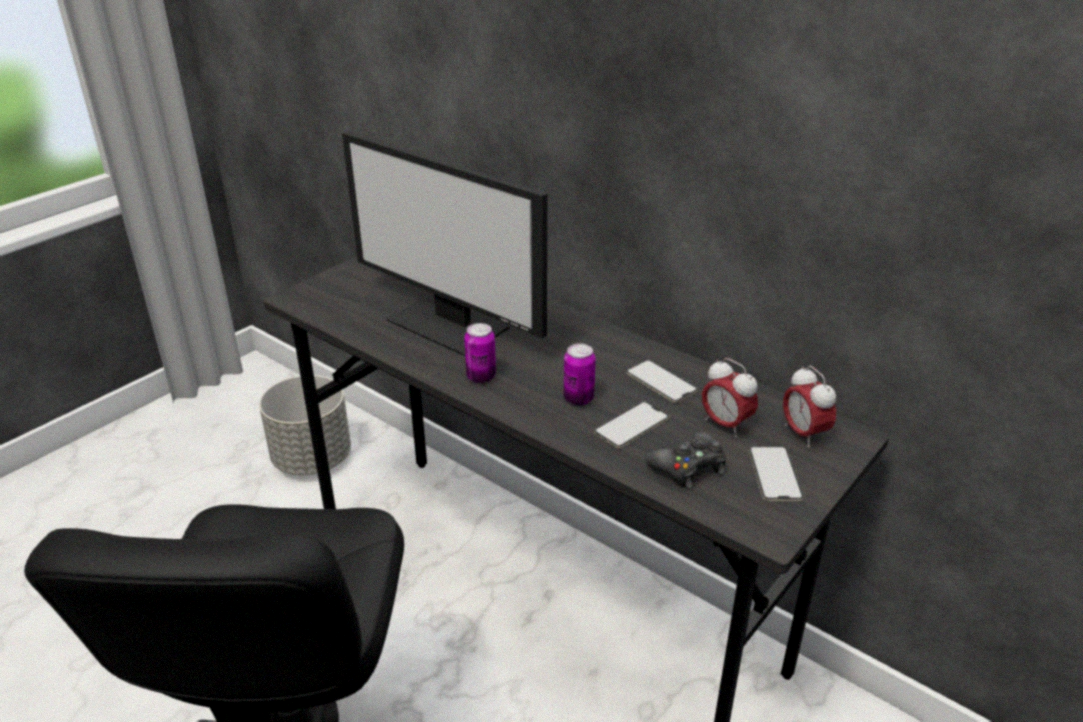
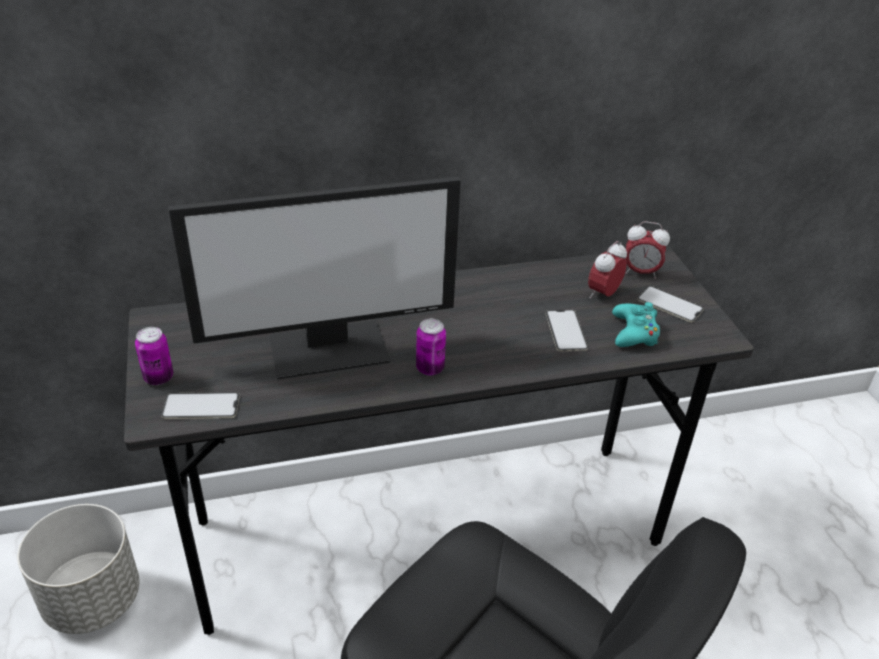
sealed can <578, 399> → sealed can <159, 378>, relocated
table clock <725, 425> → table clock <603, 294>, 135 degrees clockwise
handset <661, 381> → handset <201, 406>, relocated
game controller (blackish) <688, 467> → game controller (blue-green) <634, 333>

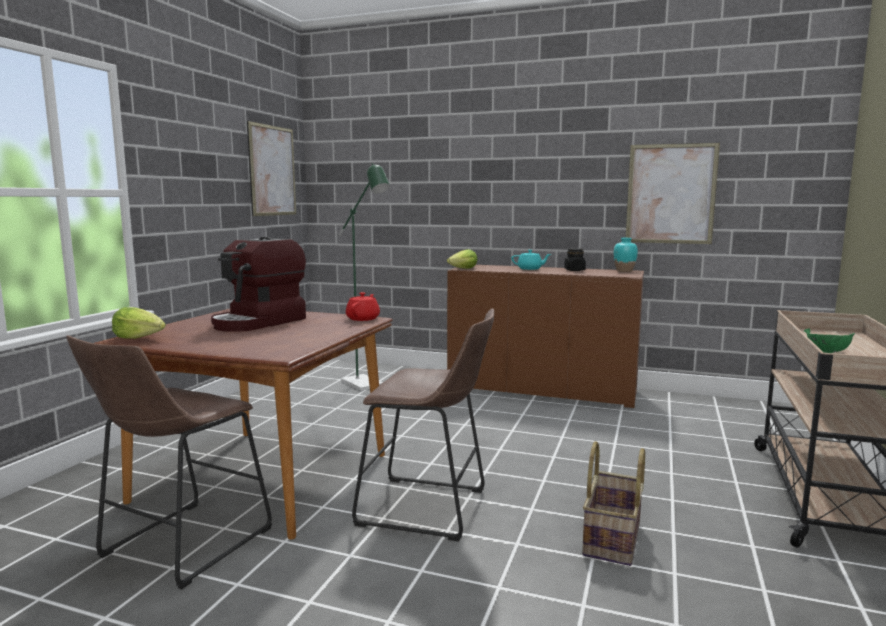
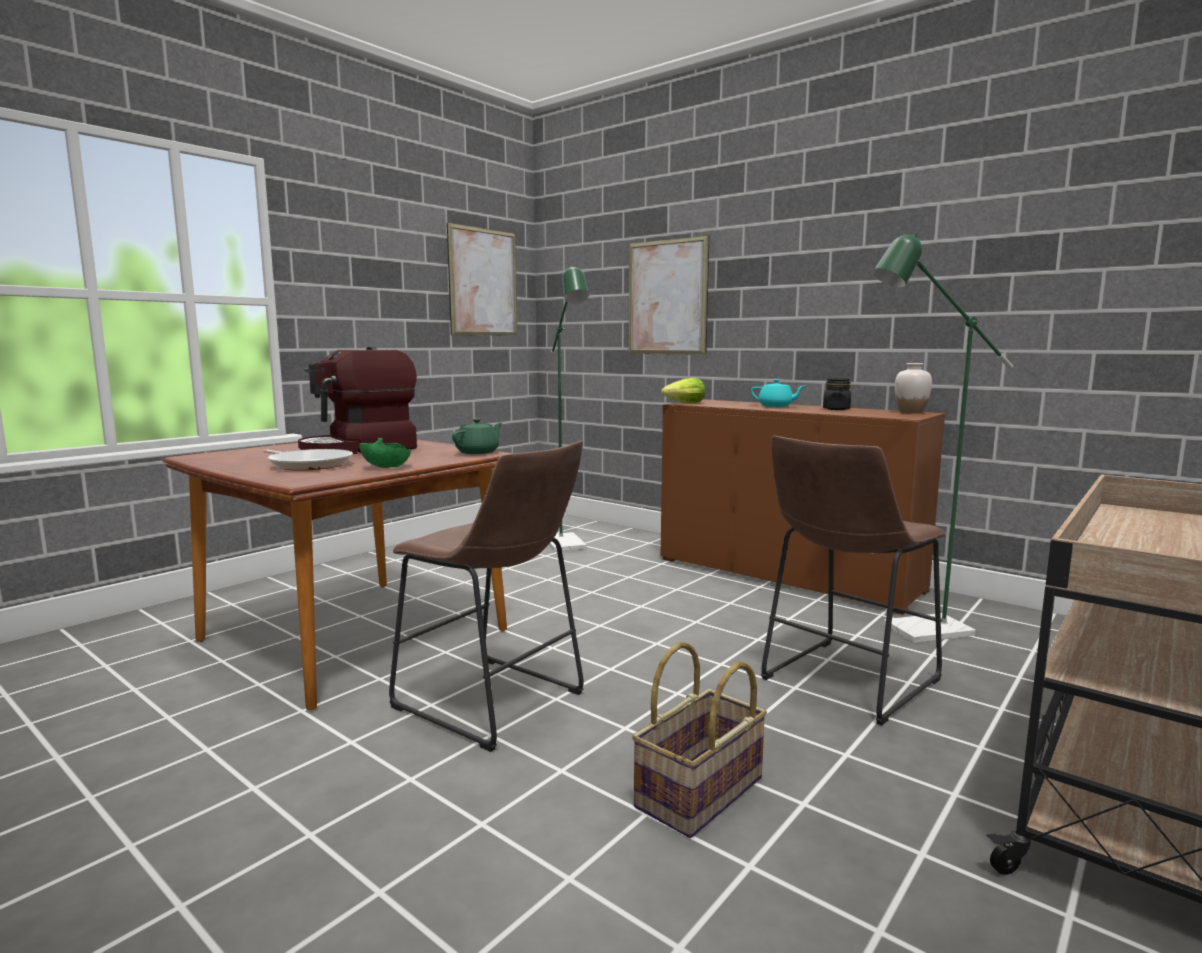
wall picture <670, 194> → wall picture <667, 297>, relocated
vase (blue-green) <624, 271> → vase (white) <910, 412>
teapot (reddish) <363, 318> → teapot (green) <478, 452>
lettuce head <140, 338> → -
bowl (green) <827, 352> → bowl (green) <387, 467>, relocated
stool seat (brown-coloured) <179, 546> → stool seat (brown-coloured) <844, 682>, relocated
- → standard lamp (green) <915, 632>
- → skillet <308, 464>

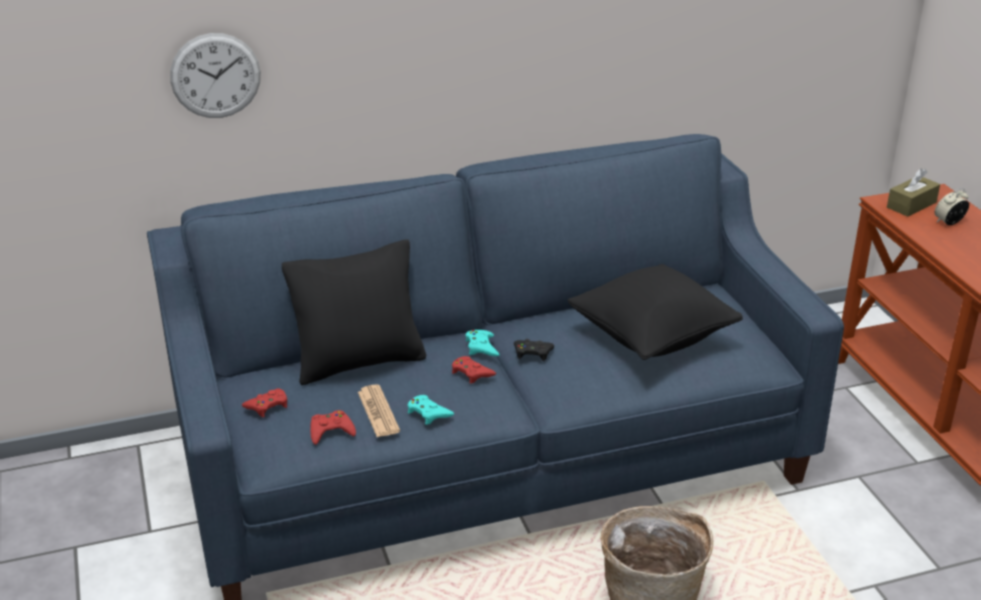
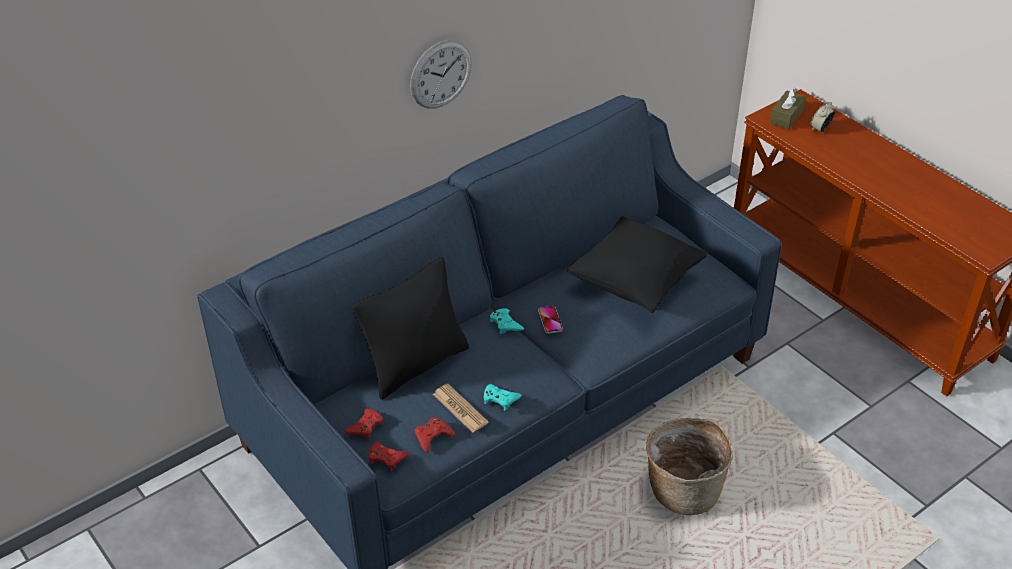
hanging clock <215, 76> → hanging clock <441, 74>, relocated
game controller (blackish) <532, 353> → handset <550, 320>
game controller (reddish) <471, 373> → game controller (reddish) <386, 458>, relocated

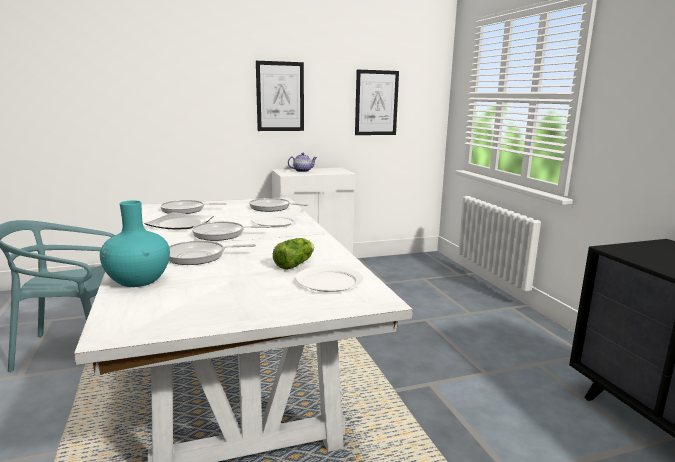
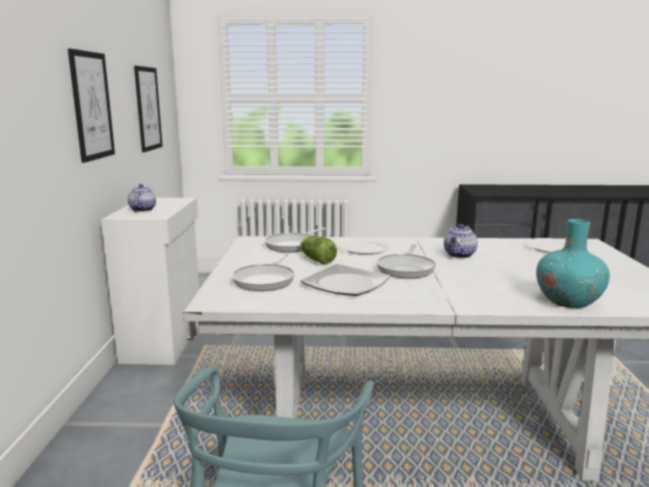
lettuce head <296, 264> → lettuce head <316, 259>, relocated
skillet <199, 256> → -
- → teapot <459, 255>

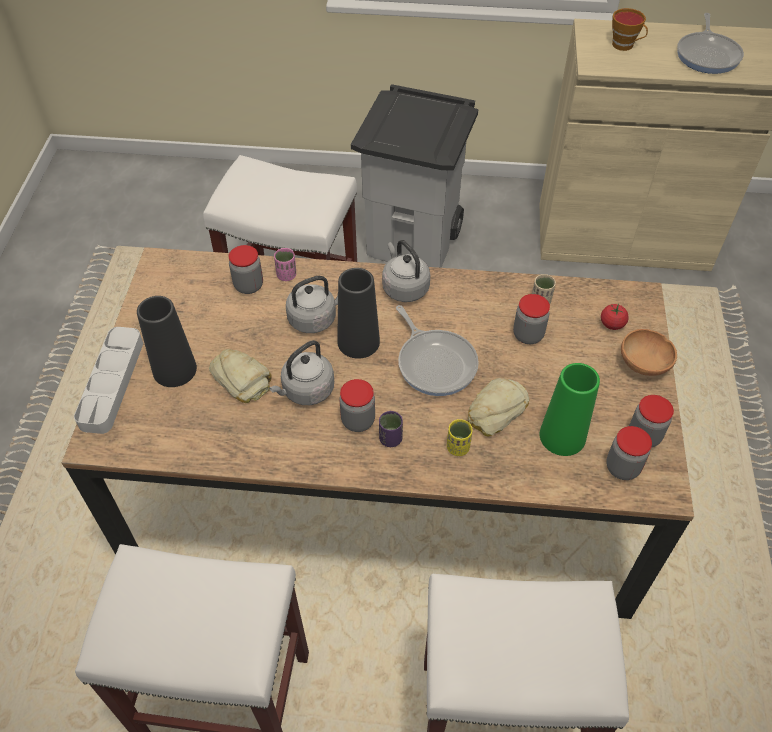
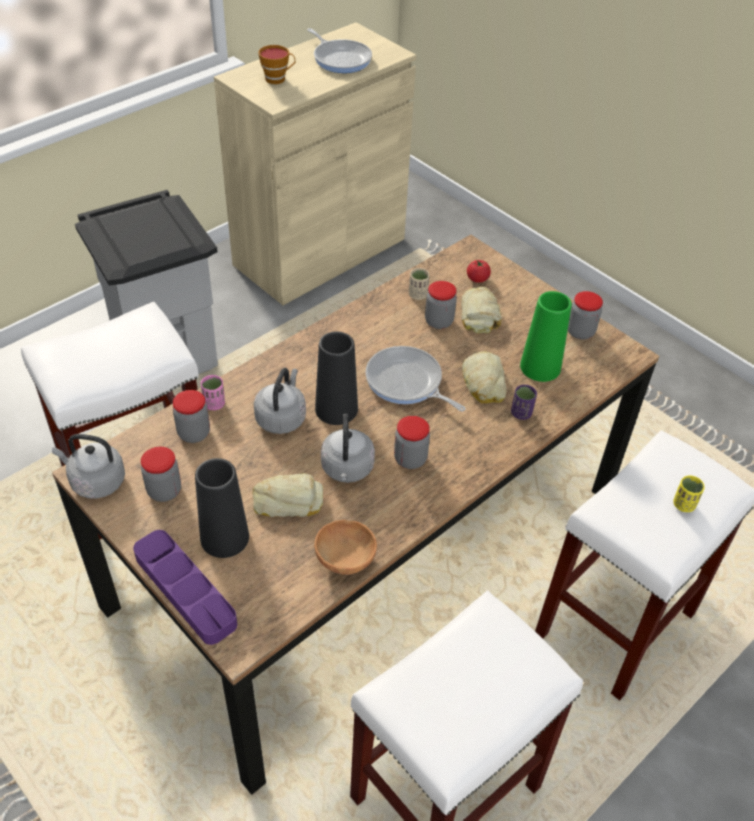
tea kettle (greyish) <404, 287> → tea kettle (greyish) <95, 481>, relocated
skillet <435, 363> → skillet <406, 383>, 150 degrees counterclockwise
tray (greyish) <112, 383> → tray (purple-coloured) <185, 590>
bowl (brown-coloured) <644, 364> → bowl (brown-coloured) <346, 558>, relocated
small cup (purple-coloured) <390, 439> → small cup (purple-coloured) <521, 413>, relocated
small cup (yellow) <458, 447> → small cup (yellow) <683, 504>, relocated
preserve jar <622, 467> → preserve jar <164, 491>, relocated
- → bread <480, 314>

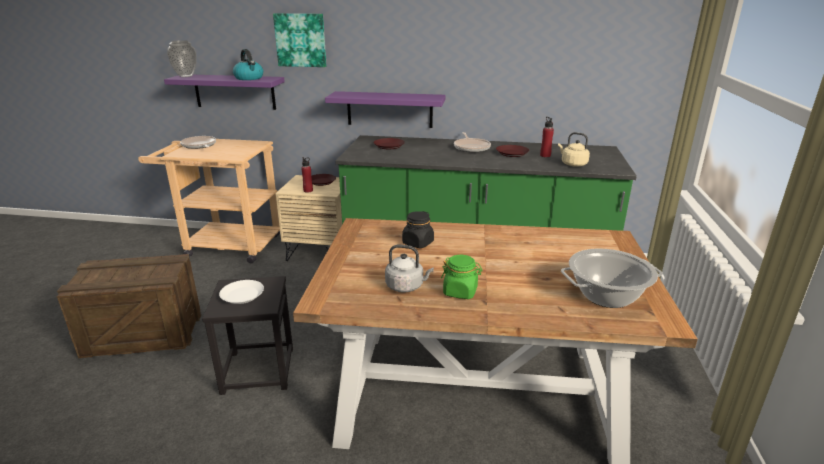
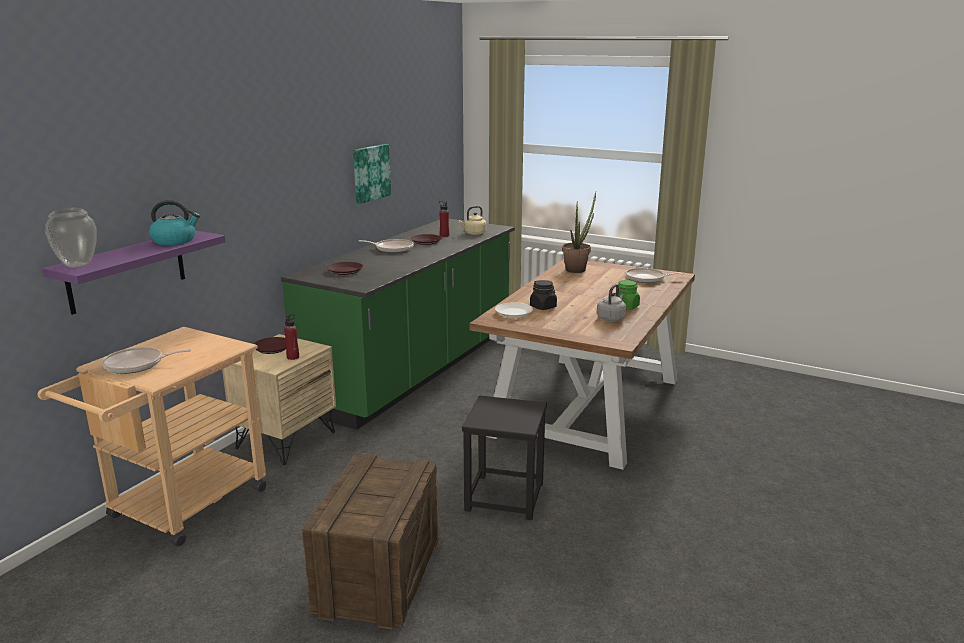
wall picture <301, 40> → wall picture <370, 173>, relocated
shelf (purple-coloured) <389, 109> → -
saucepot <606, 296> → skillet <647, 279>
dinner plate (white) <242, 295> → dinner plate (white) <514, 313>, relocated
- → plant in a pot <577, 269>

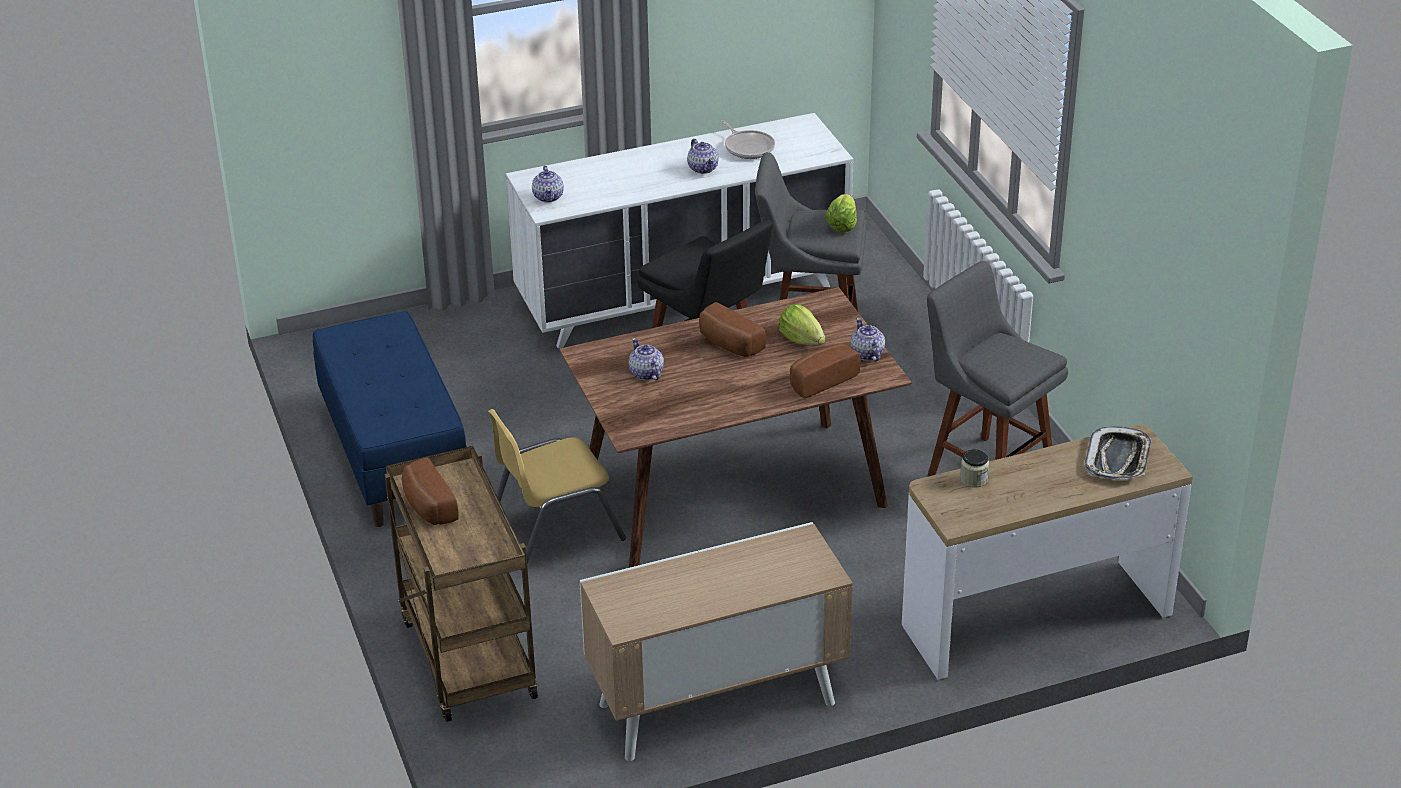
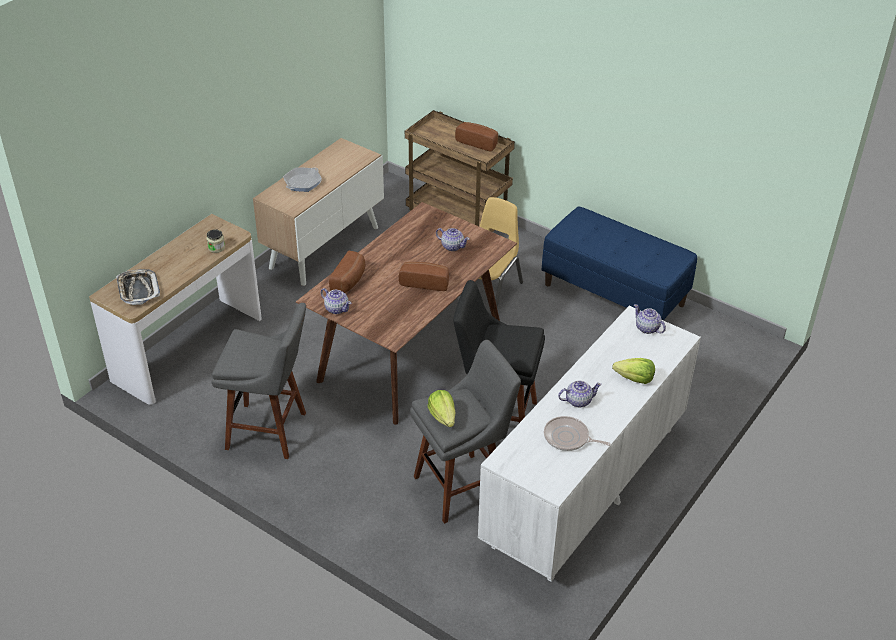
teapot <703, 168> → teapot <578, 401>, 135 degrees clockwise
lettuce head <802, 340> → lettuce head <634, 379>, relocated
- → skillet <302, 182>

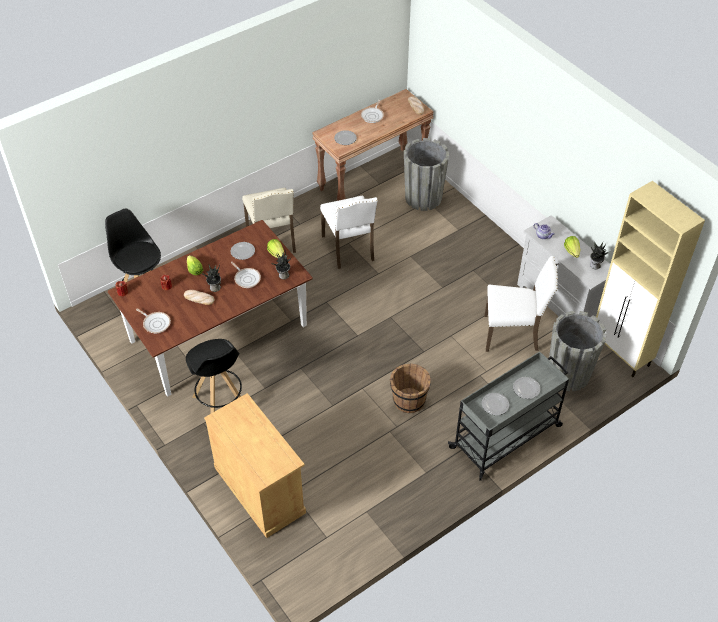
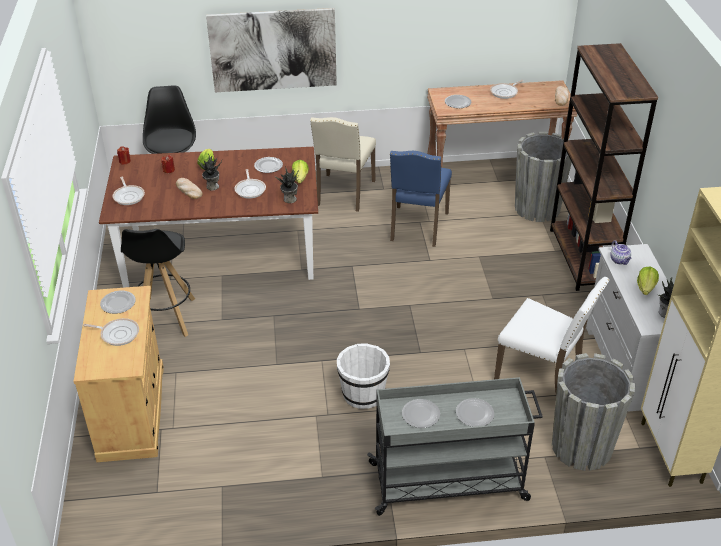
plain chair (white) <349, 248> → plain chair (blue-coloured) <417, 227>
bucket (brown-coloured) <409, 400> → bucket (white) <363, 394>
- → wall picture <273, 50>
- → shelving unit (brown-coloured) <582, 258>
- → dinner plate <117, 303>
- → skillet <118, 334>

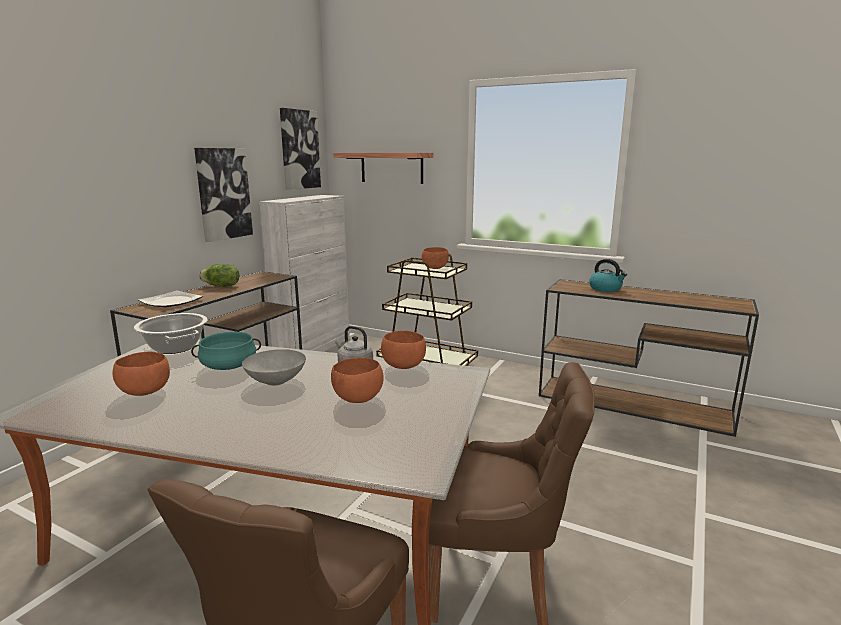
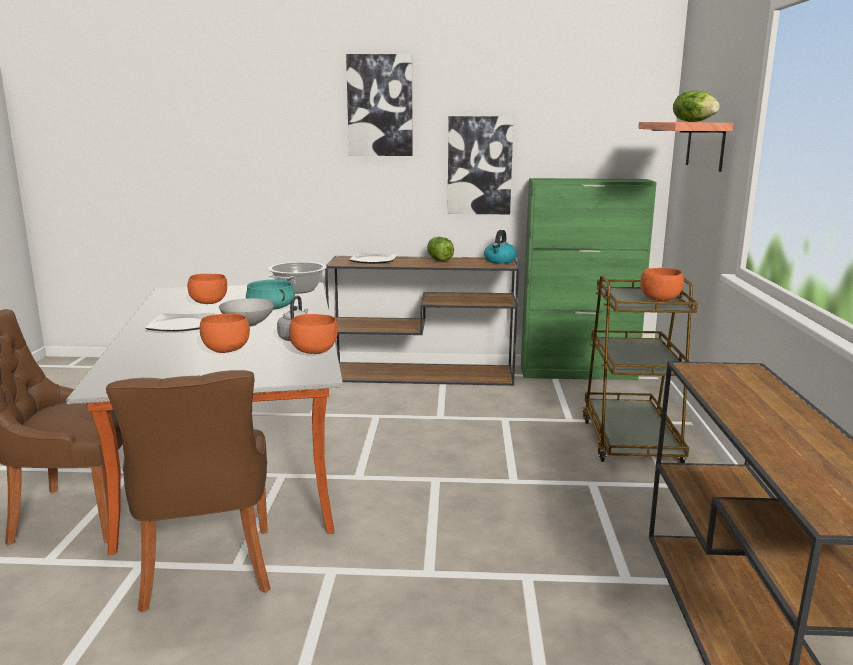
wall picture <299, 149> → wall picture <380, 106>, relocated
cabinet (white) <313, 348> → cabinet (green) <578, 373>
tea kettle <606, 289> → tea kettle <500, 261>, relocated
- → lettuce head <694, 122>
- → dinner plate <180, 325>

